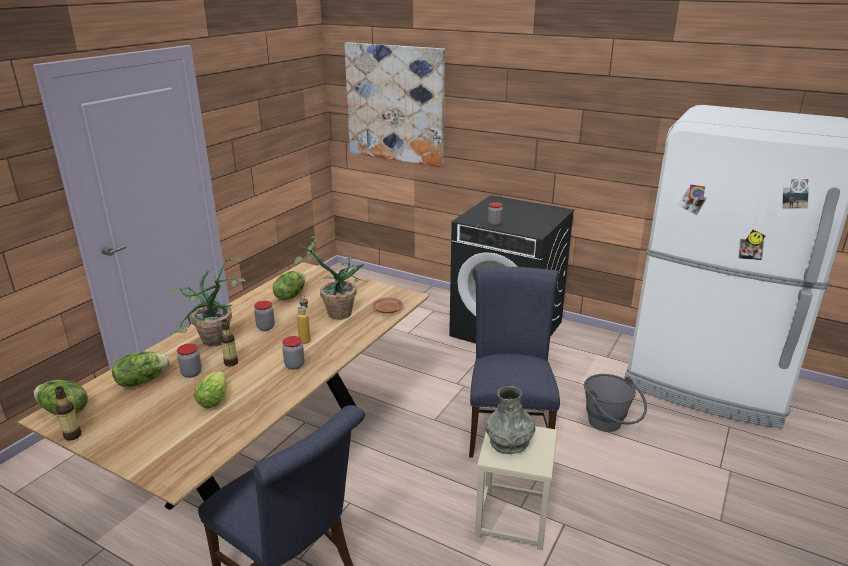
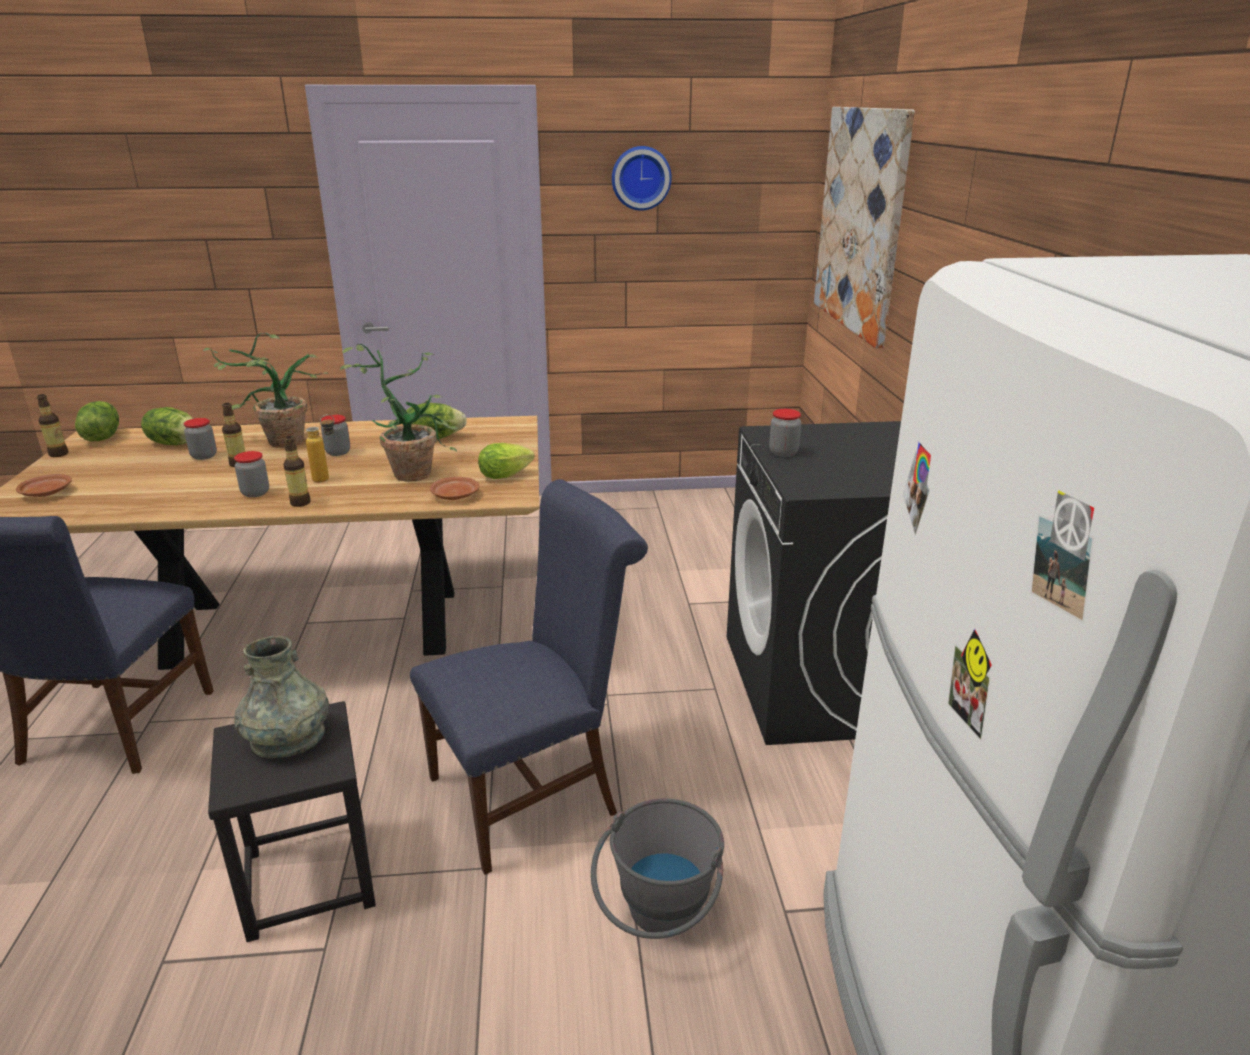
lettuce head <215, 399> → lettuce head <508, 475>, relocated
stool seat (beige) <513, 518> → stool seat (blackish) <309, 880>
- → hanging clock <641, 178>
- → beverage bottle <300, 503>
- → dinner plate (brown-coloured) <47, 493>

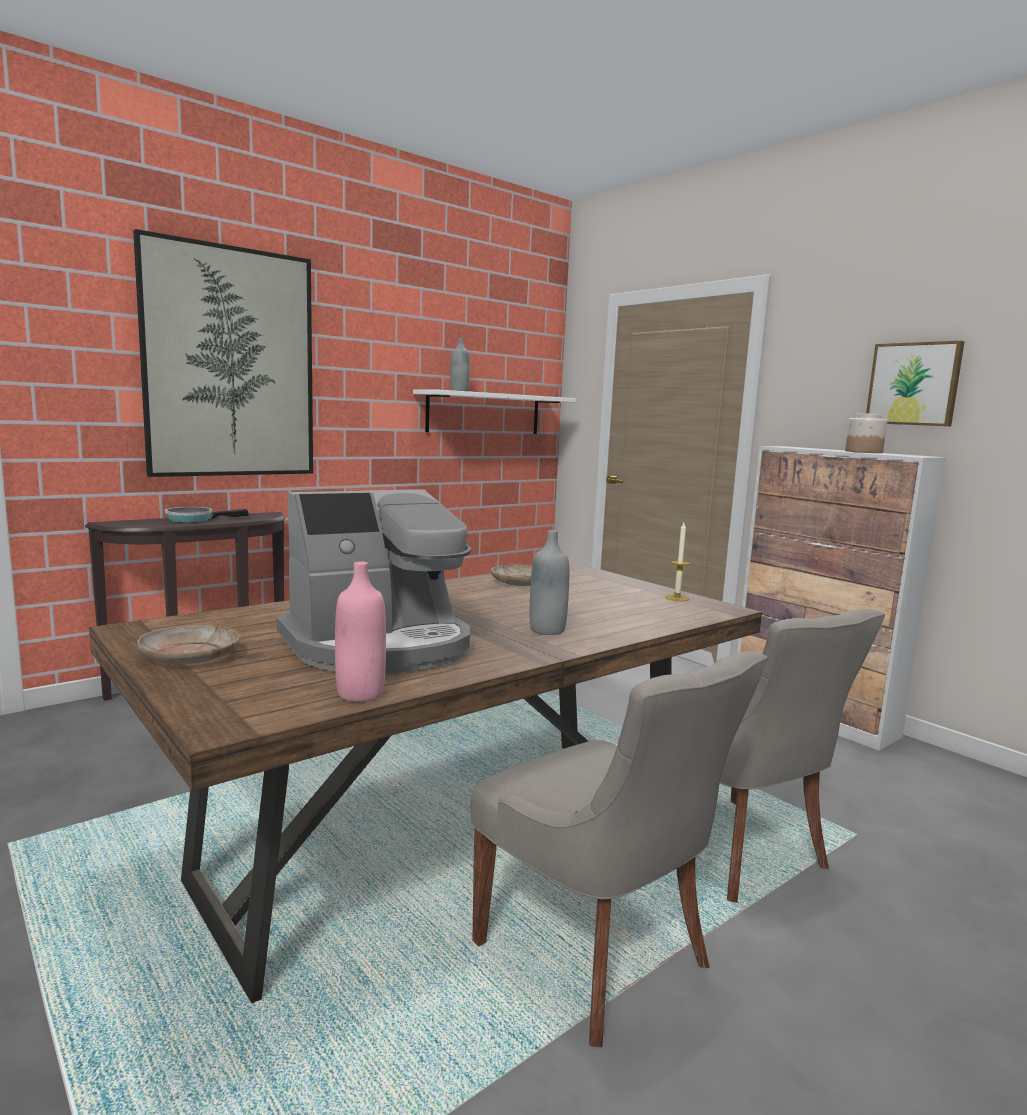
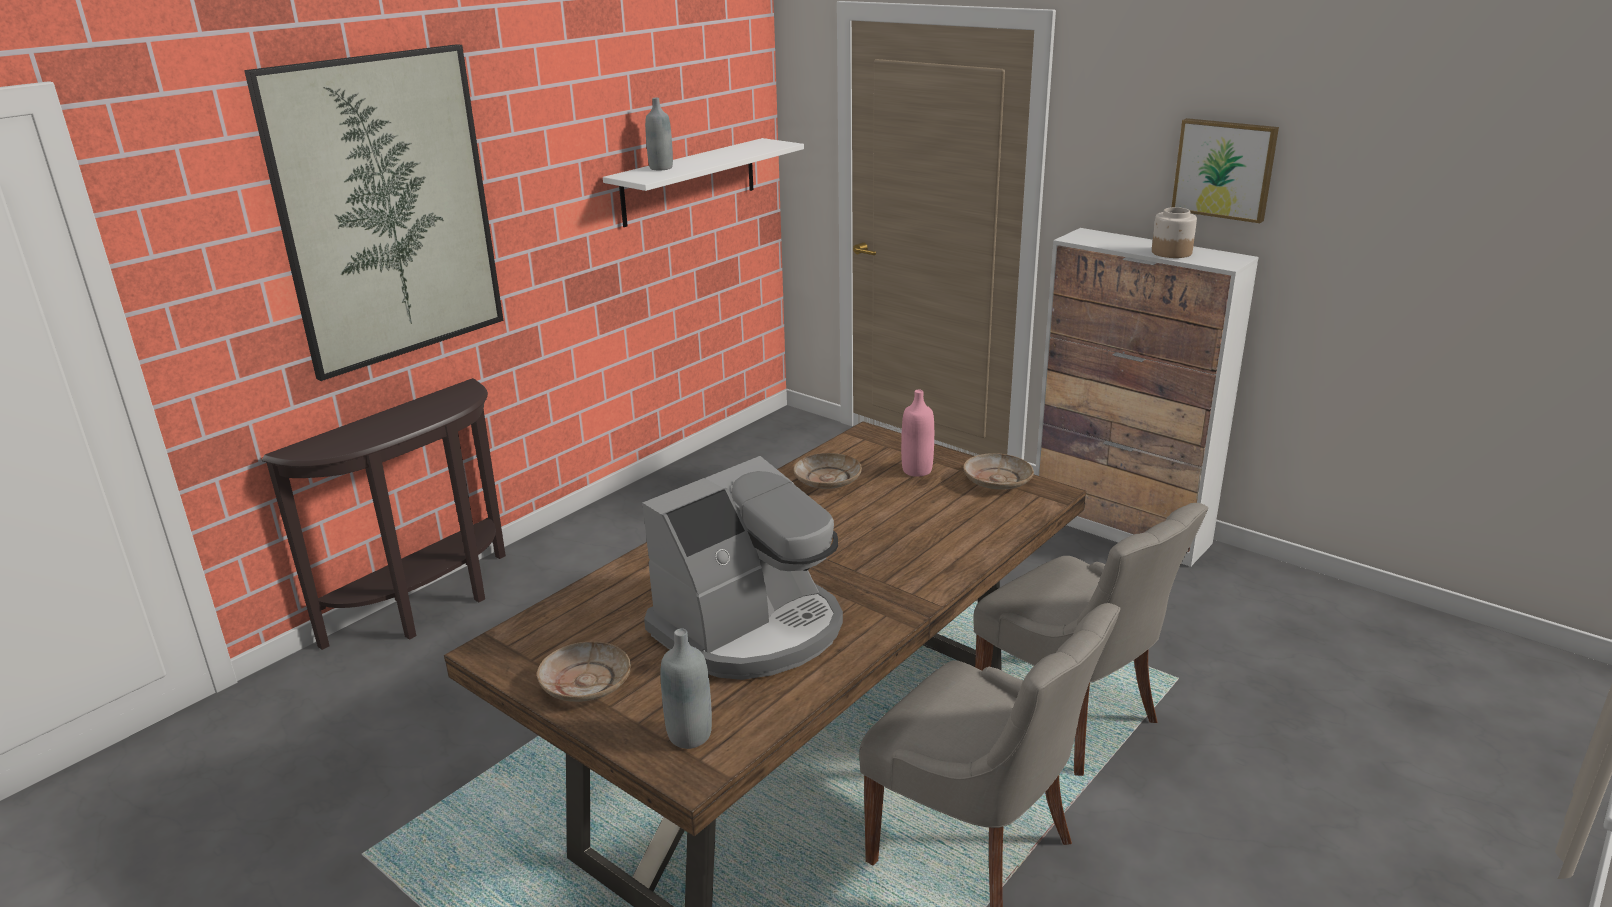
skillet <194, 519> → -
candle <677, 598> → dinner plate (beige) <997, 480>
beverage bottle (greyish) <547, 630> → beverage bottle (greyish) <689, 735>, relocated
beverage bottle (pink-coloured) <360, 693> → beverage bottle (pink-coloured) <917, 470>, relocated

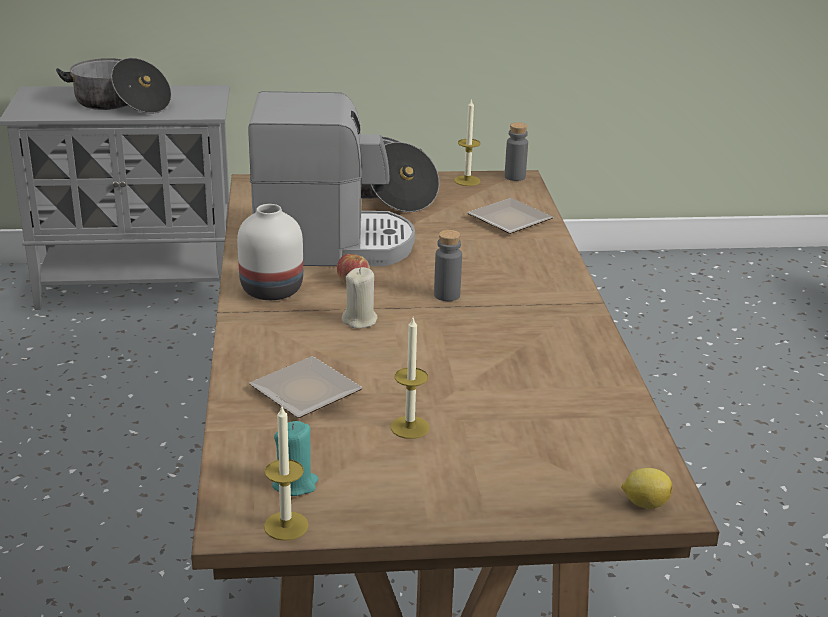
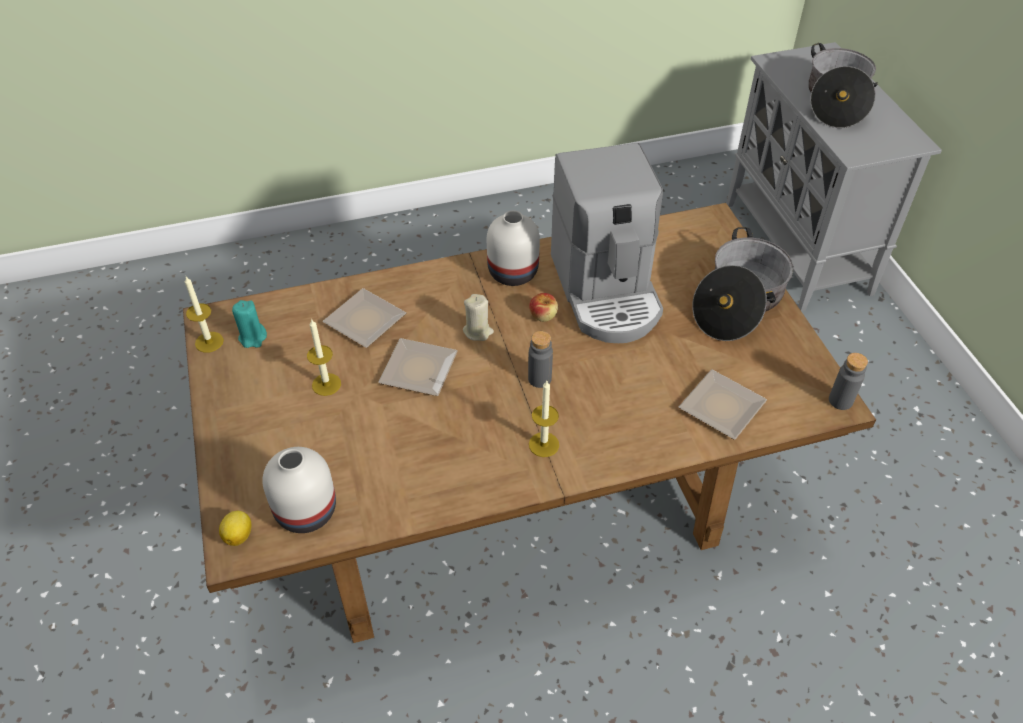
candle <467, 181> → candle <544, 444>, relocated
- → dinner plate <421, 369>
- → vase (white) <308, 511>

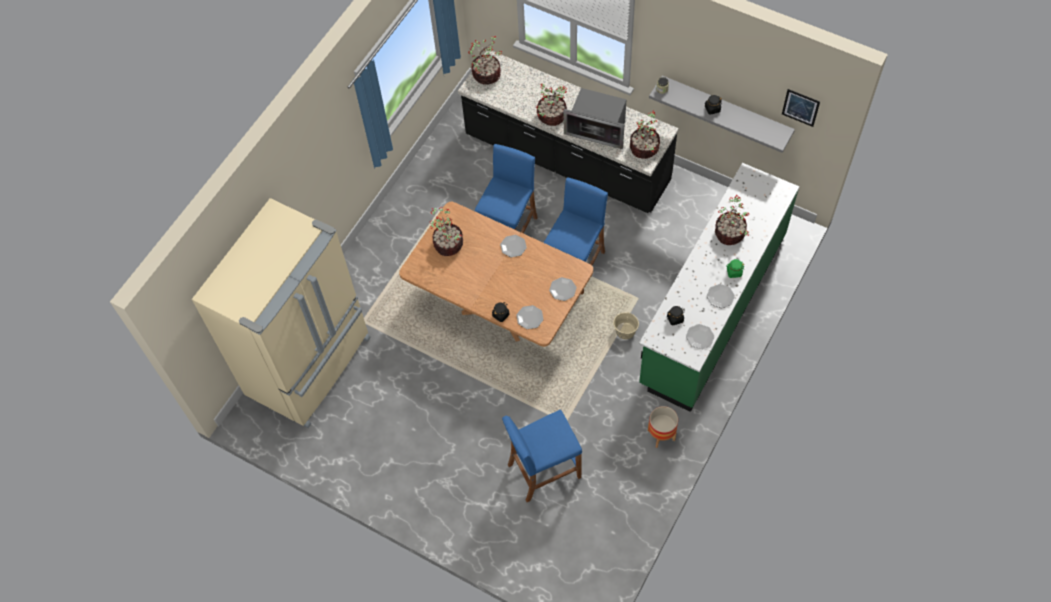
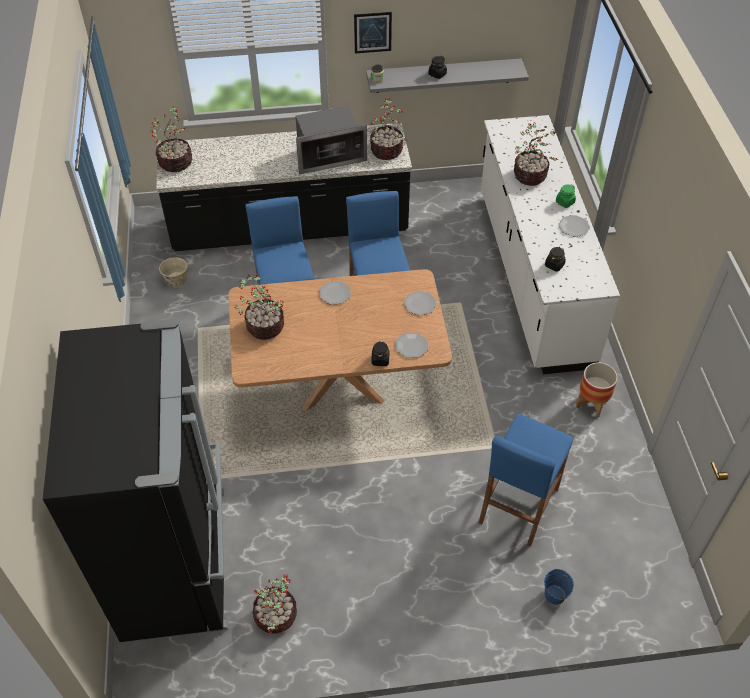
plant in a pot <551, 116> → plant in a pot <275, 617>, relocated
wall picture <800, 107> → wall picture <372, 32>, relocated
kitchen counter (green) <712, 309> → kitchen counter (white) <532, 276>
refrigerator (beige) <311, 367> → refrigerator (blackish) <178, 561>
bucket (beige) <625, 331> → bucket (beige) <176, 280>, relocated
dinner plate <700, 337> → -
- → bucket (blue-coloured) <554, 595>

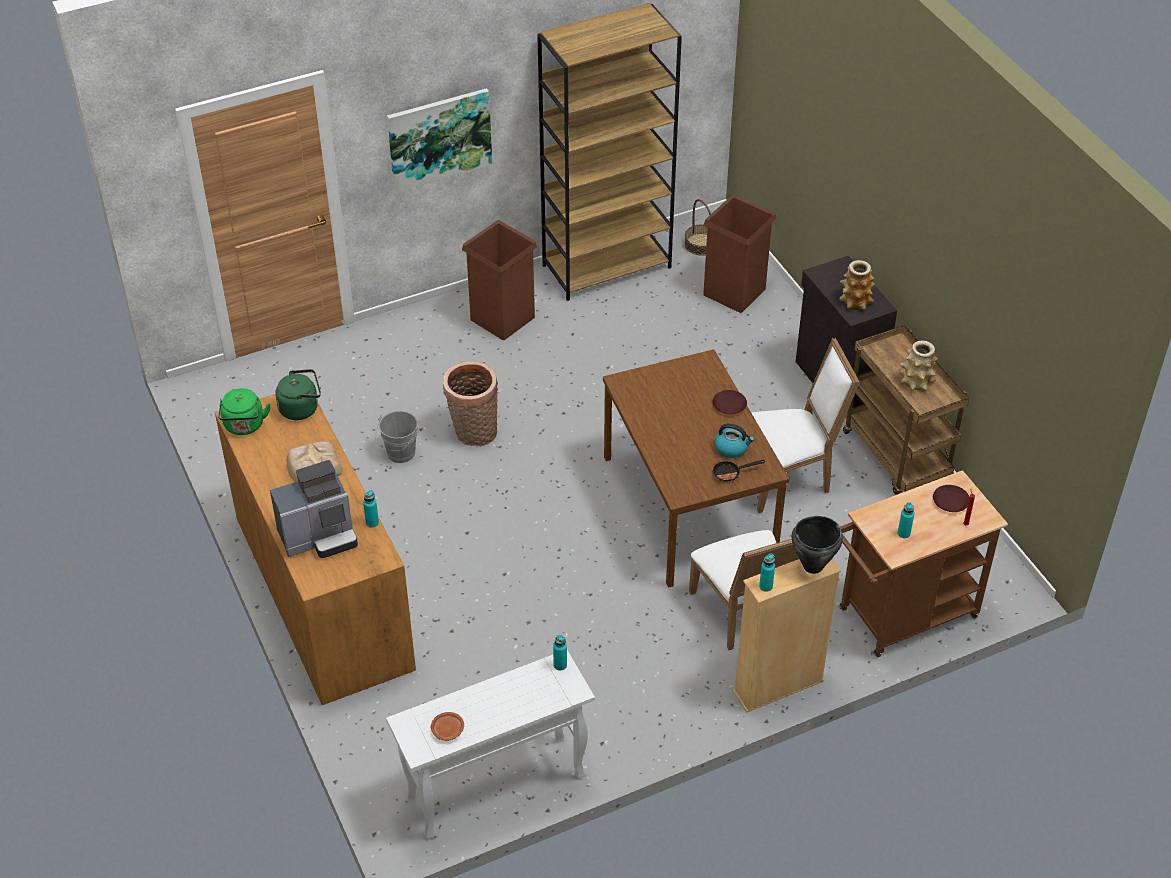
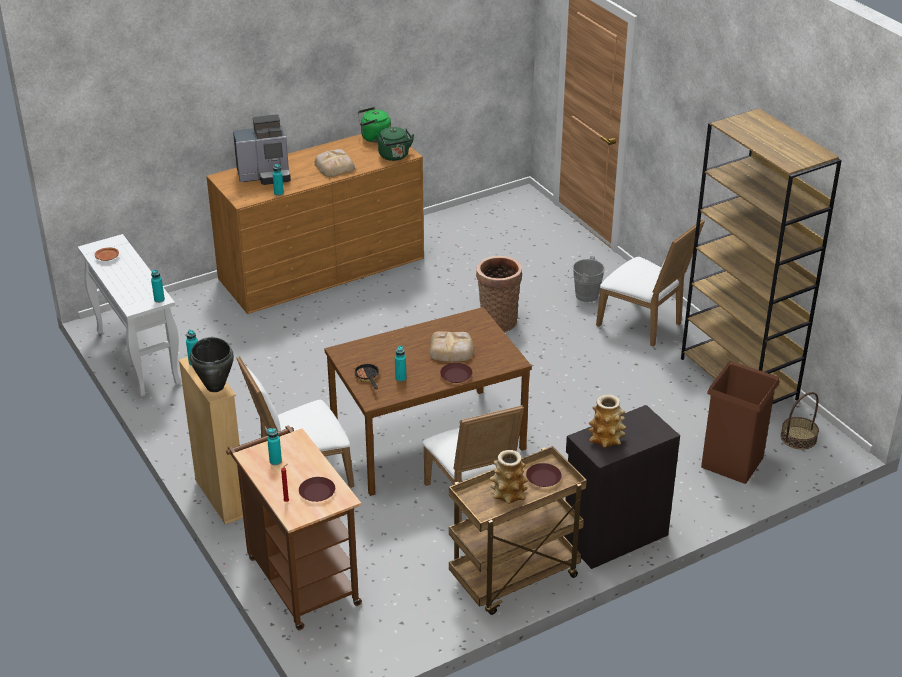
wall picture <439, 138> → -
trash can (brown-coloured) <502, 318> → plain chair (white) <644, 325>
bucket (greyish) <399, 455> → bucket (greyish) <584, 295>, relocated
tea kettle <732, 448> → beverage bottle (blue-green) <400, 378>
coffee maker <319, 537> → coffee maker <265, 175>, 75 degrees counterclockwise
- → bread <452, 350>
- → dinner plate (brown-coloured) <544, 478>

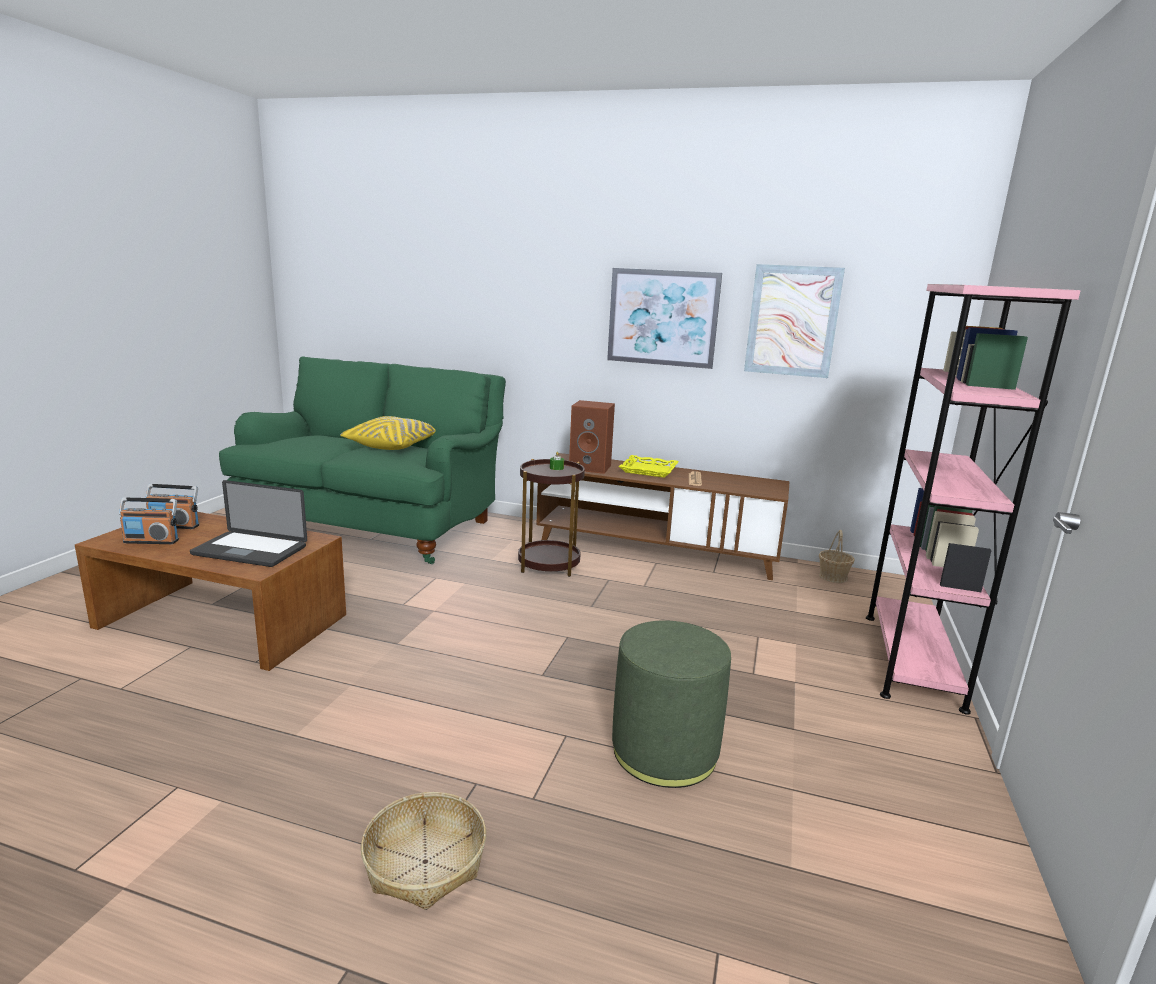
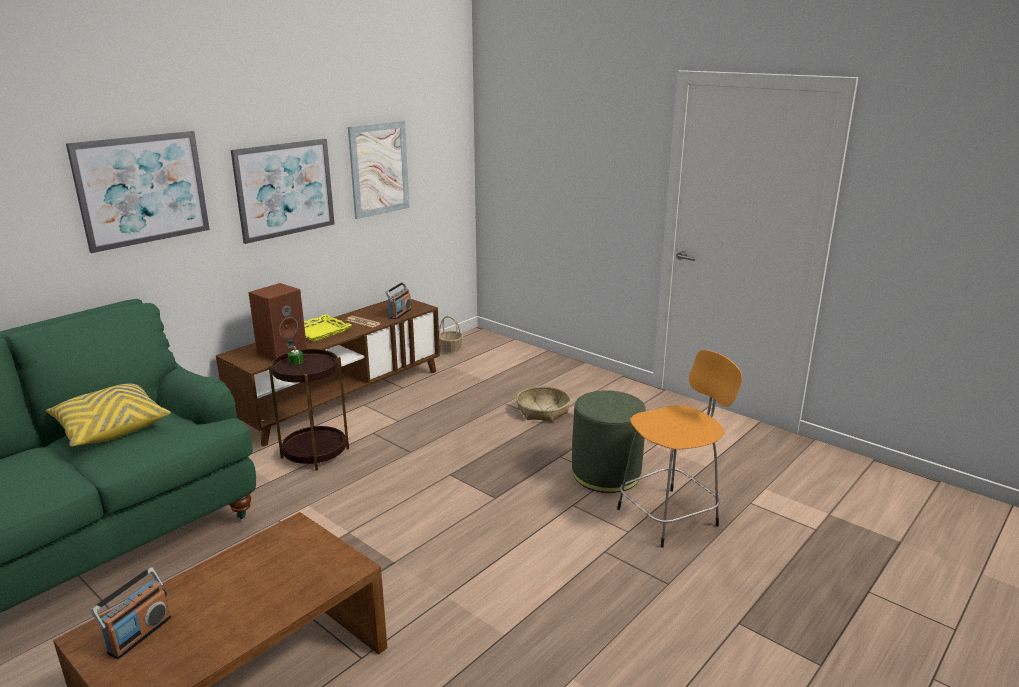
shelving unit (pink-coloured) <911, 659> → -
notebook computer <250, 551> → -
radio set <151, 541> → radio set <400, 313>, relocated
basket <424, 862> → basket <543, 411>, relocated
- → wall picture <142, 189>
- → stool seat (orange-coloured) <670, 516>

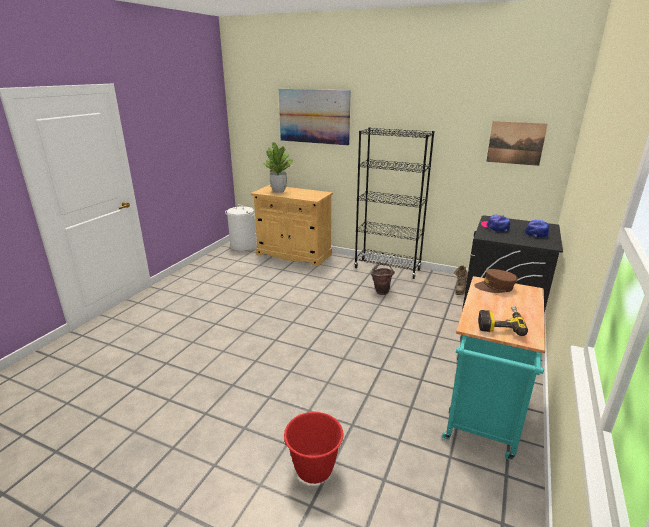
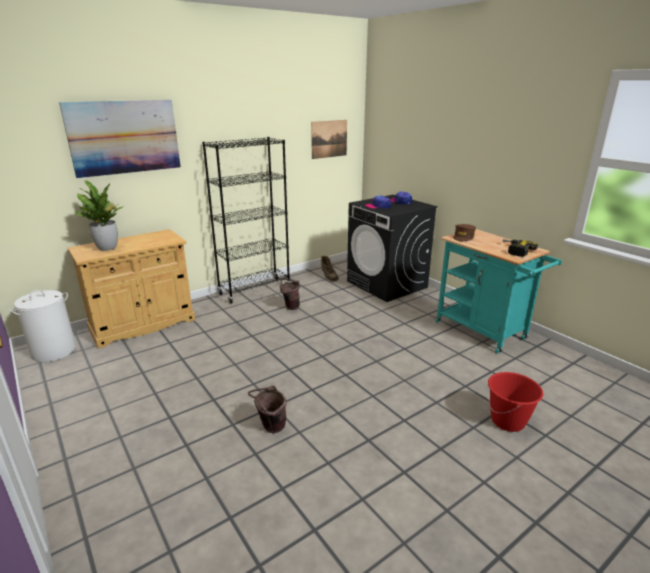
- → bucket (brown-coloured) <270, 427>

